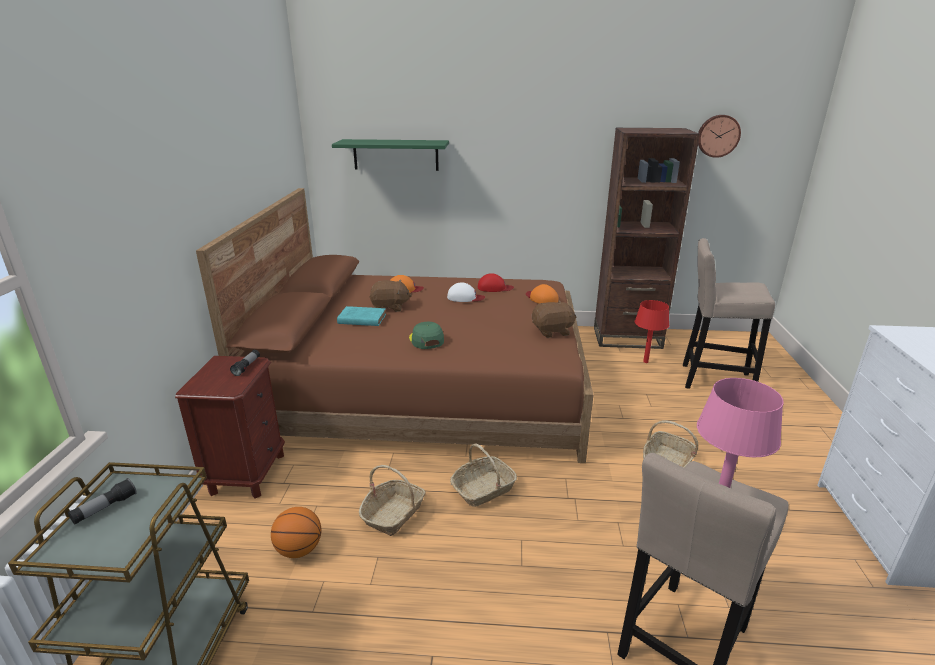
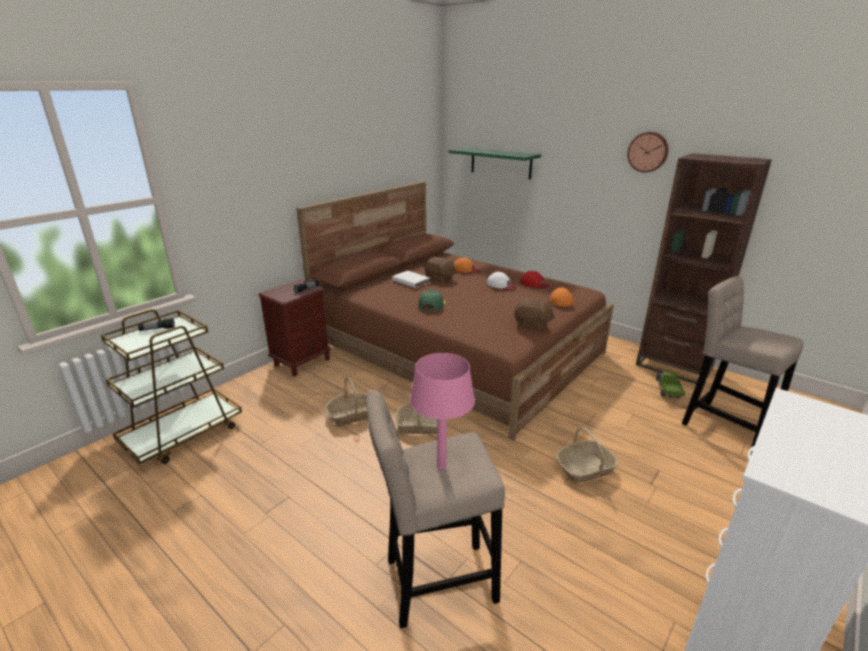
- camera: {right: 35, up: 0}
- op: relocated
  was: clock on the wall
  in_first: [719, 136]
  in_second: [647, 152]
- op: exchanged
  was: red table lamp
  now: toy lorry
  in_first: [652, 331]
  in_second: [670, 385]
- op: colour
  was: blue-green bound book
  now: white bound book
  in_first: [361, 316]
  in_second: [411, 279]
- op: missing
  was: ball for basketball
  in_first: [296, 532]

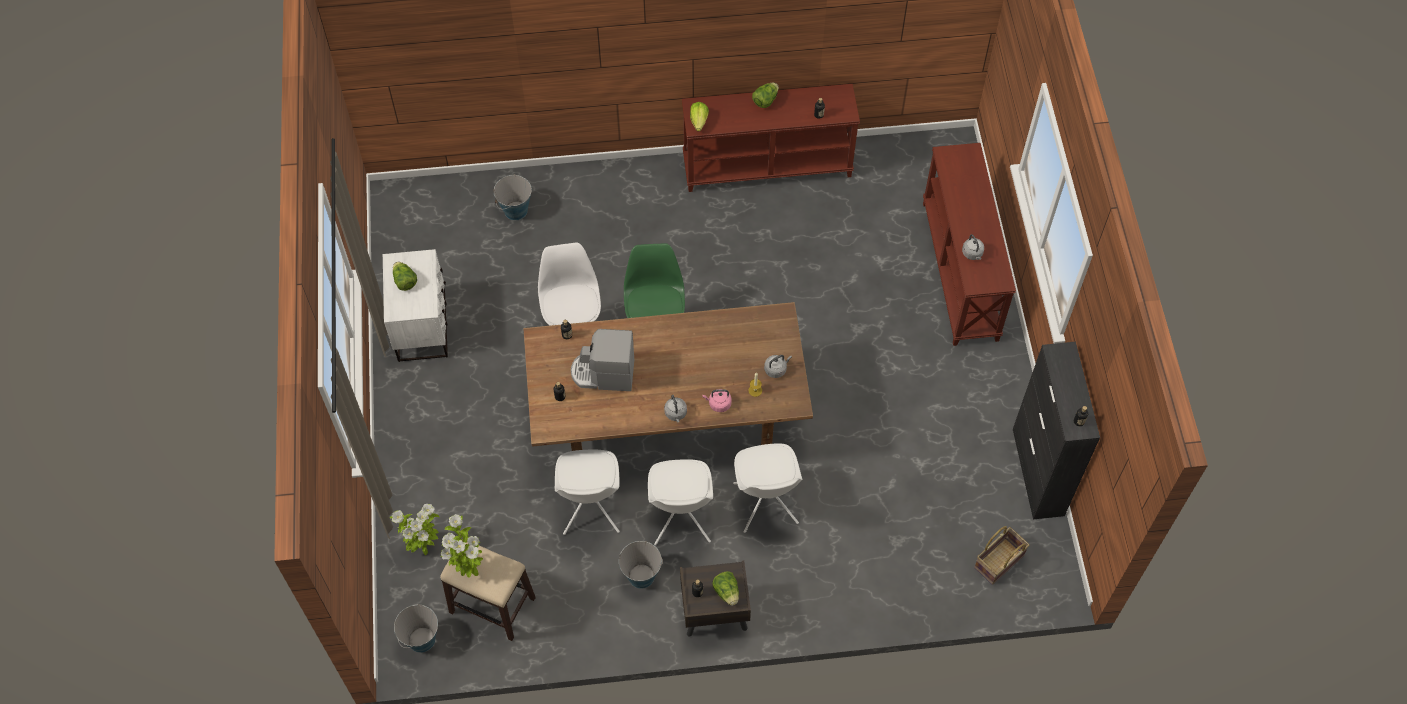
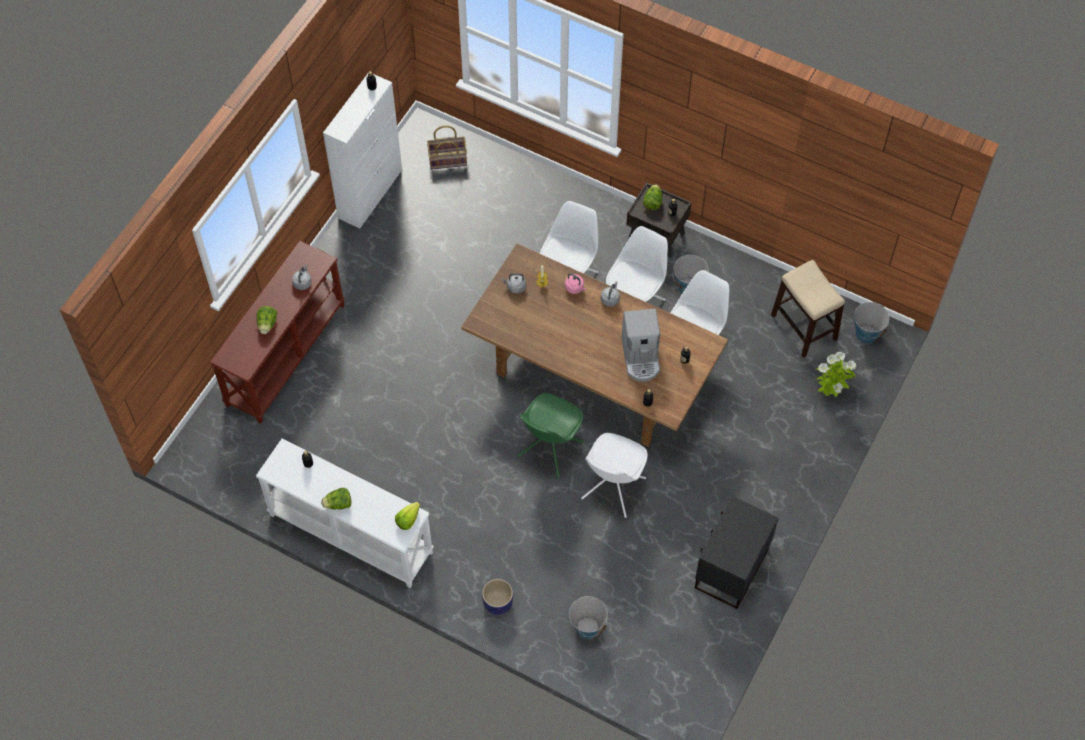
- camera: {right: -145, up: 0}
- op: colour
  was: brown-coloured narrow table
  now: white narrow table
  in_first: [771, 138]
  in_second: [345, 513]
- op: colour
  was: white night table
  now: black-coloured night table
  in_first: [415, 305]
  in_second: [737, 552]
- op: relocated
  was: lettuce head
  in_first: [405, 276]
  in_second: [267, 320]
- op: spun
  was: coffee maker
  in_first: [602, 360]
  in_second: [640, 345]
  clockwise: 45
- op: colour
  was: black-coloured cupboard
  now: white cupboard
  in_first: [1056, 430]
  in_second: [362, 150]
- op: missing
  was: potted plant
  in_first: [462, 546]
- op: appeared
  now: planter
  in_second: [497, 597]

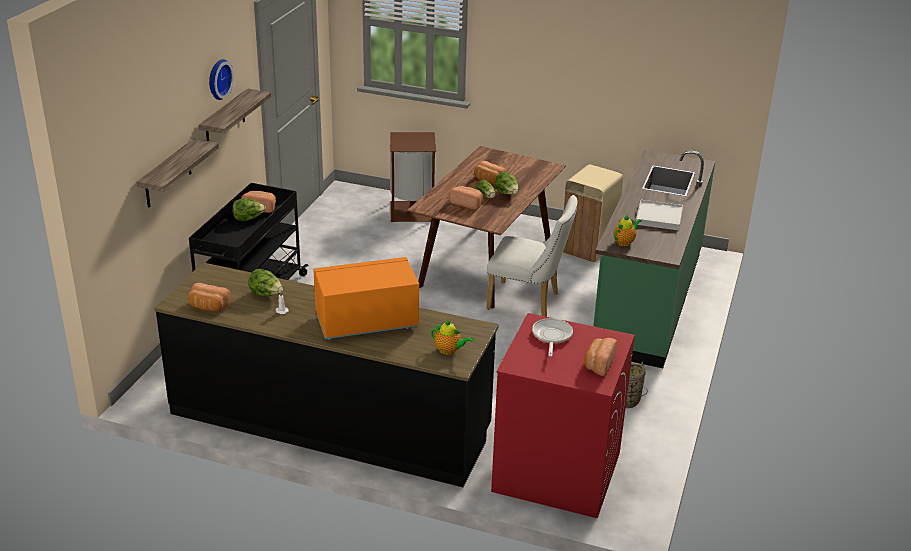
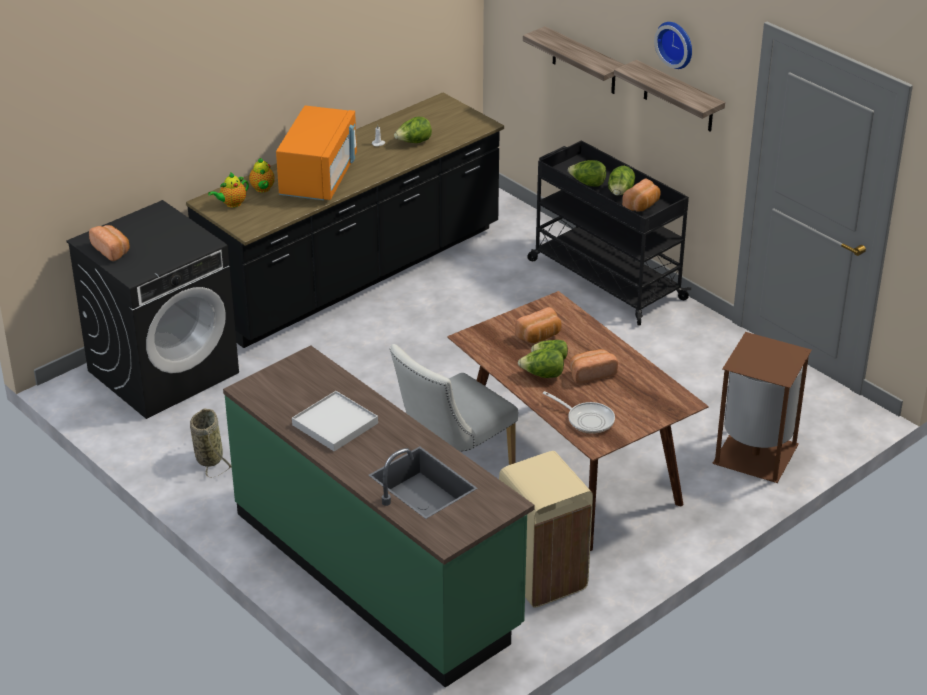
- camera: {right: 120, up: 5}
- op: relocated
  was: pot for tea
  in_first: [627, 230]
  in_second: [262, 175]
- op: missing
  was: baked bread
  in_first: [209, 297]
- op: colour
  was: red washing machine
  now: black-coloured washing machine
  in_first: [563, 415]
  in_second: [152, 309]
- op: relocated
  was: frying pan
  in_first: [552, 337]
  in_second: [579, 412]
- op: appeared
  now: lettuce head
  in_second: [587, 173]

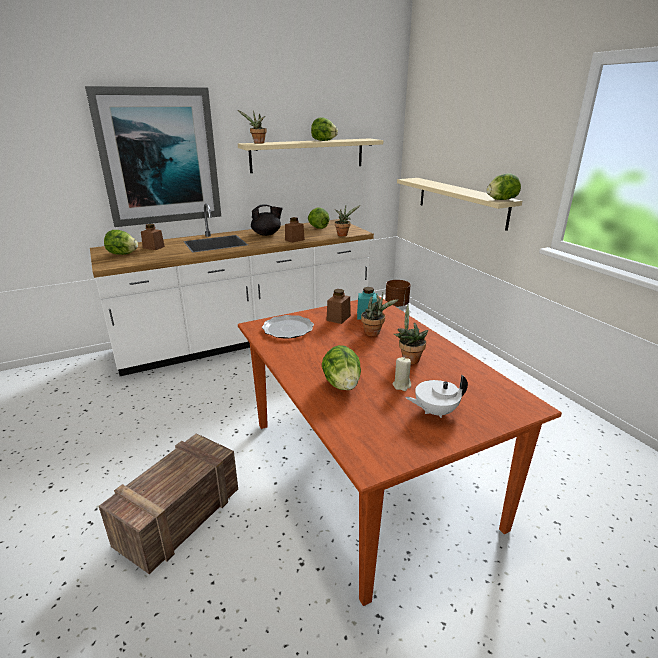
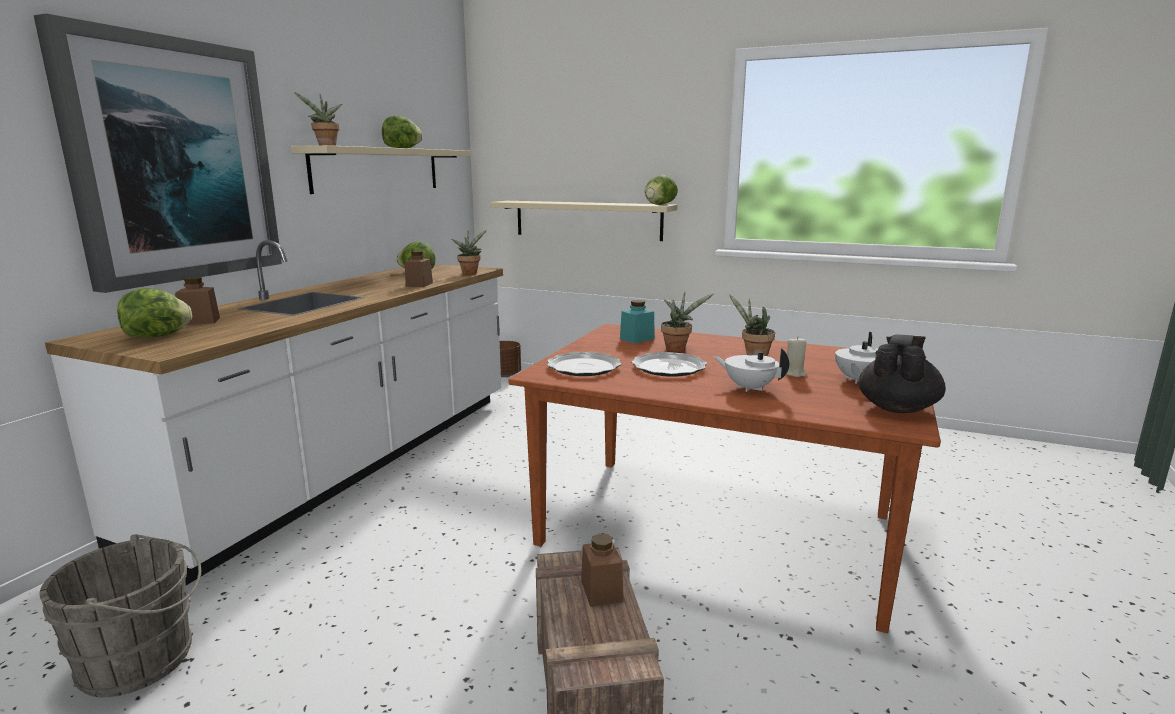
- camera: {right: -40, up: -10}
- op: relocated
  was: black-coloured pot for tea
  in_first: [267, 220]
  in_second: [902, 374]
- op: relocated
  was: brown-coloured jar
  in_first: [338, 306]
  in_second: [602, 570]
- op: exchanged
  was: lettuce head
  now: white pot for tea
  in_first: [341, 367]
  in_second: [751, 370]
- op: appeared
  now: flat dish
  in_second: [669, 364]
- op: appeared
  now: grey water bucket
  in_second: [120, 615]

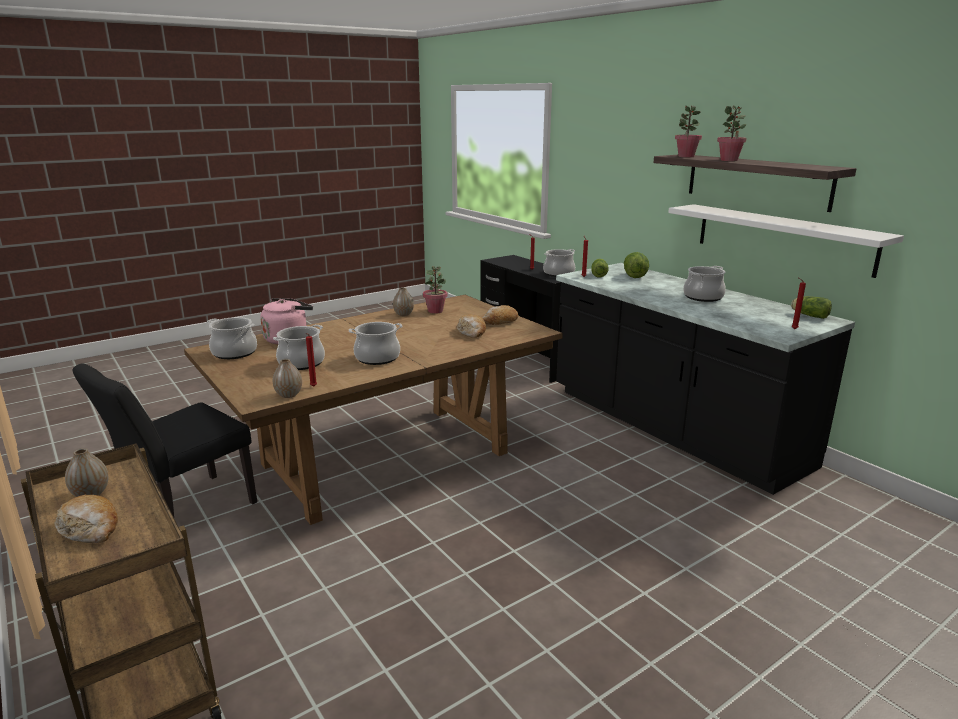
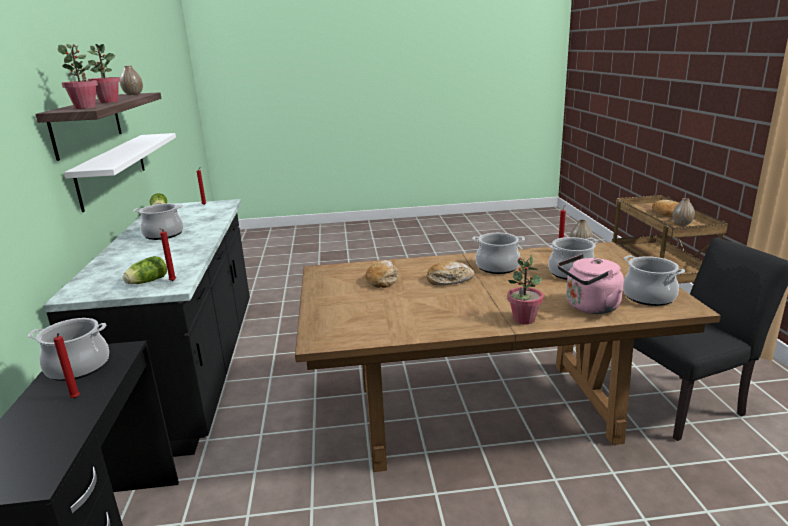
- camera: {right: -150, up: 0}
- op: missing
  was: lettuce head
  in_first: [636, 265]
- op: relocated
  was: potted plant
  in_first: [435, 290]
  in_second: [525, 290]
- op: relocated
  was: vase
  in_first: [403, 301]
  in_second: [131, 80]
- op: relocated
  was: baked bread
  in_first: [500, 315]
  in_second: [450, 273]

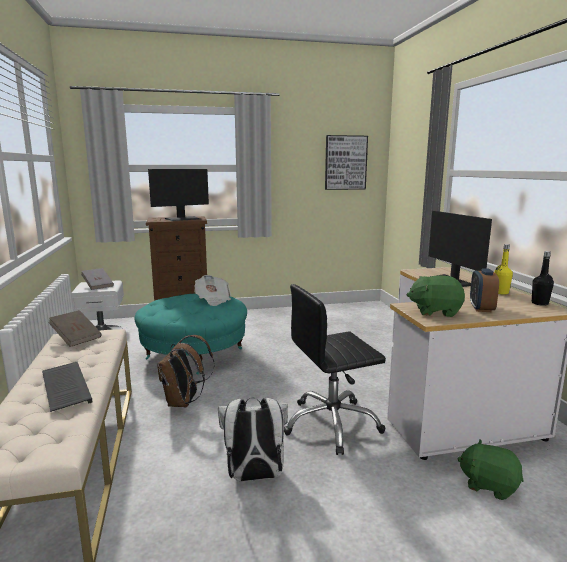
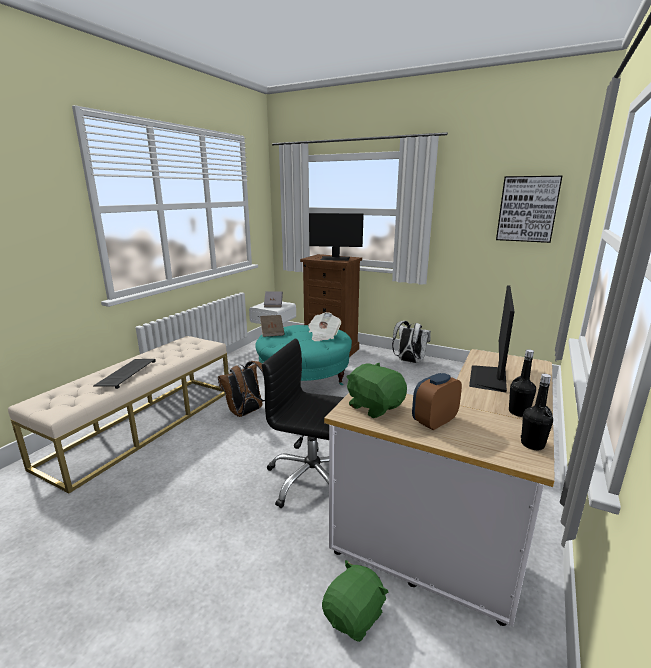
- camera: {right: 40, up: 5}
- op: colour
  was: yellow drink bottle
  now: black-coloured drink bottle
  in_first: [503, 269]
  in_second: [522, 383]
- op: relocated
  was: brown-coloured bound book
  in_first: [75, 328]
  in_second: [272, 326]
- op: relocated
  was: white knapsack
  in_first: [253, 439]
  in_second: [411, 342]
- op: spun
  was: green-coloured soft toy
  in_first: [490, 469]
  in_second: [355, 601]
  clockwise: 60

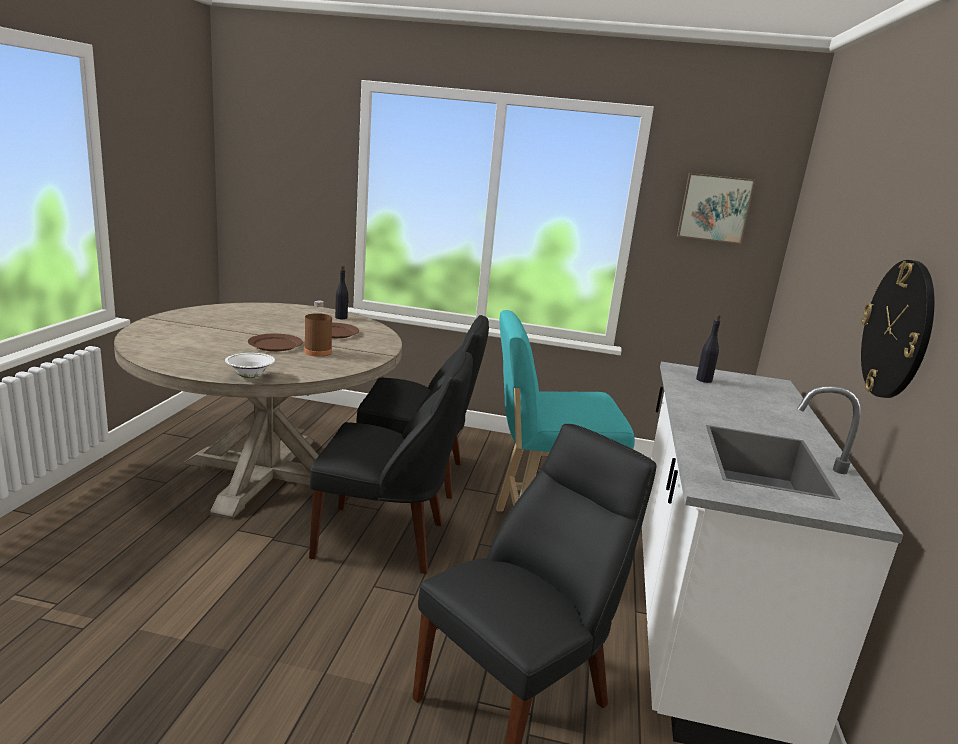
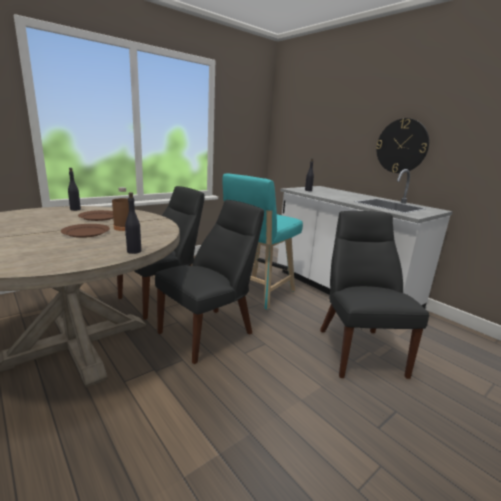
- camera: {right: -50, up: 0}
- op: missing
  was: wall picture
  in_first: [716, 208]
- op: exchanged
  was: white deep dish
  now: black-coloured drink bottle
  in_first: [250, 365]
  in_second: [133, 223]

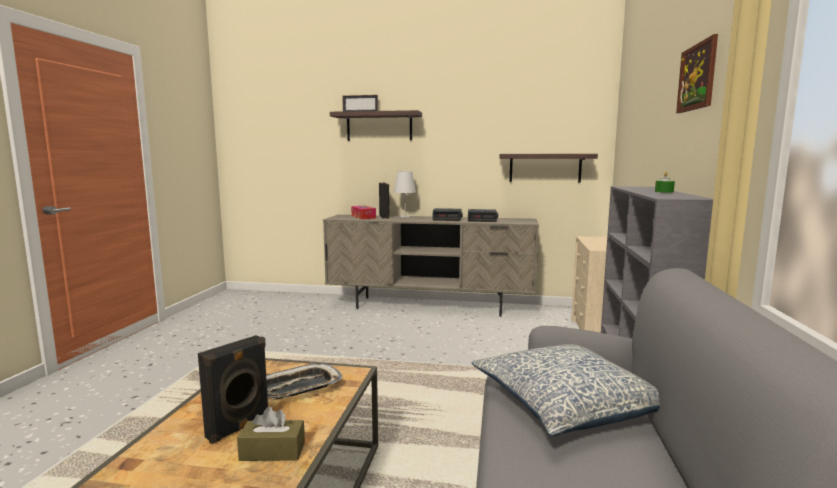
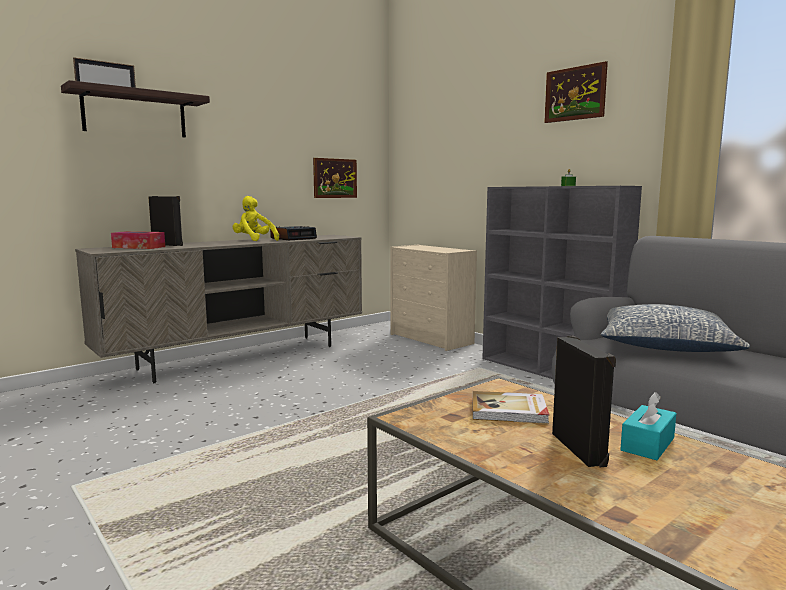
- camera: {right: -50, up: 0}
- op: exchanged
  was: shelf
  now: wall picture
  in_first: [549, 168]
  in_second: [335, 178]
- op: missing
  was: white table lamp
  in_first: [405, 194]
- op: exchanged
  was: alarm clock
  now: yellow soft toy
  in_first: [448, 214]
  in_second: [256, 218]
- op: exchanged
  was: serving tray
  now: bound book
  in_first: [304, 381]
  in_second: [511, 407]
- op: colour
  was: brown-coloured tissue box
  now: blue-green tissue box
  in_first: [271, 434]
  in_second: [648, 426]

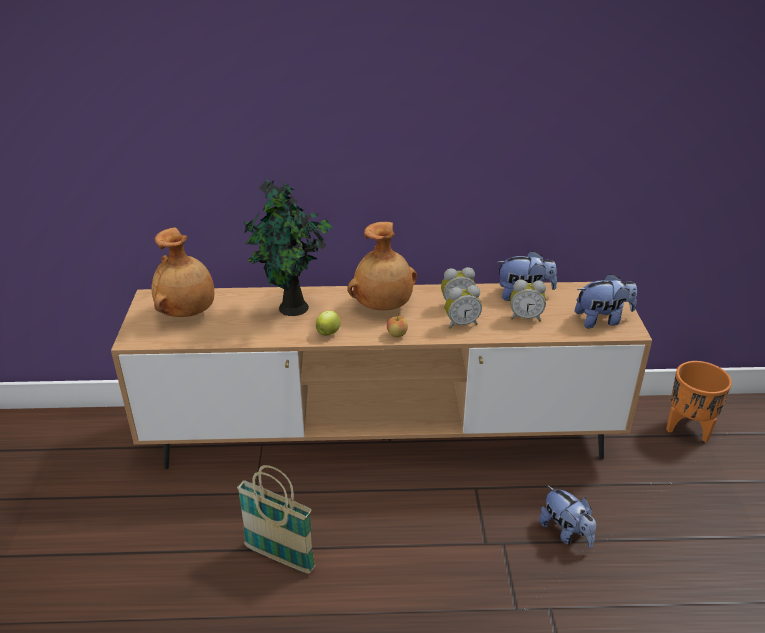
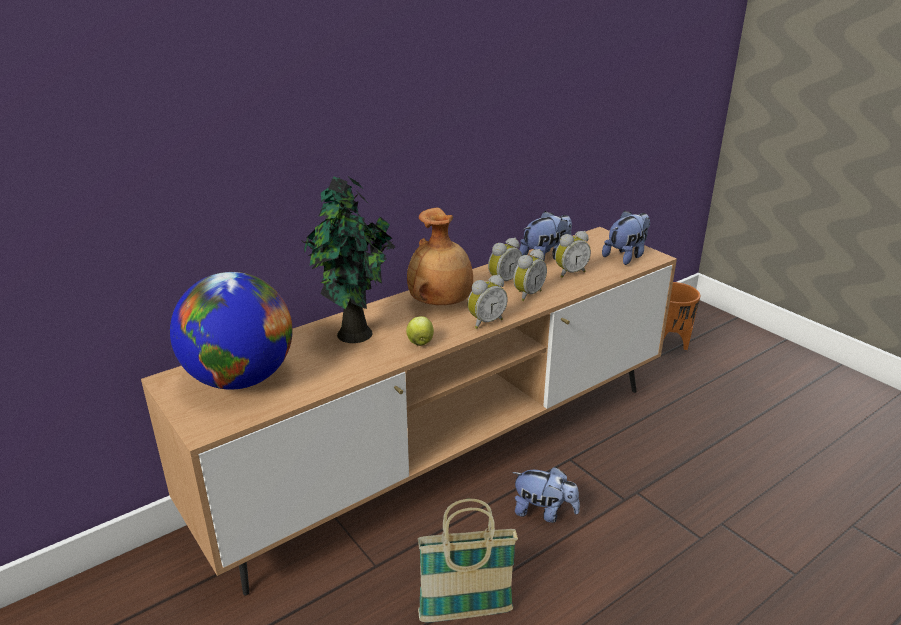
- camera: {right: -35, up: -5}
- op: exchanged
  was: brown-coloured vase
  now: desk globe
  in_first: [182, 272]
  in_second: [231, 331]
- op: exchanged
  was: apple fruit
  now: alarm clock
  in_first: [397, 325]
  in_second: [488, 302]
- op: relocated
  was: soft toy
  in_first: [567, 516]
  in_second: [546, 495]

